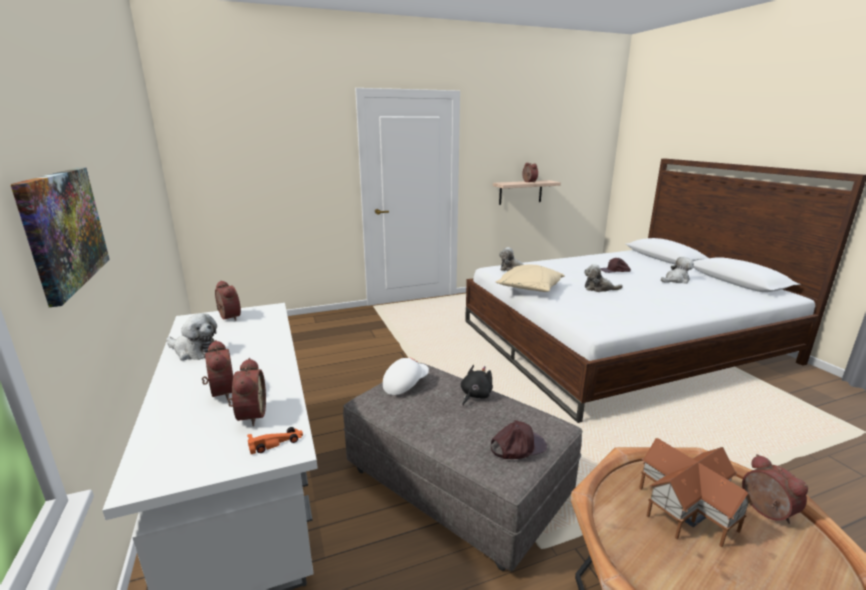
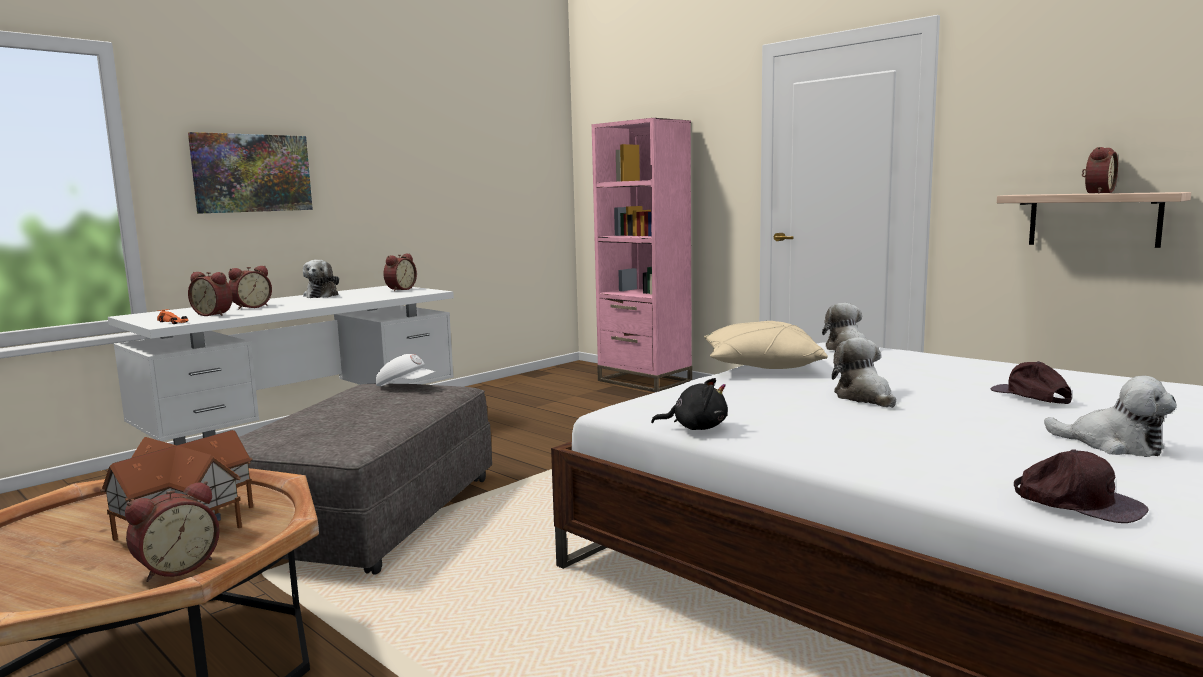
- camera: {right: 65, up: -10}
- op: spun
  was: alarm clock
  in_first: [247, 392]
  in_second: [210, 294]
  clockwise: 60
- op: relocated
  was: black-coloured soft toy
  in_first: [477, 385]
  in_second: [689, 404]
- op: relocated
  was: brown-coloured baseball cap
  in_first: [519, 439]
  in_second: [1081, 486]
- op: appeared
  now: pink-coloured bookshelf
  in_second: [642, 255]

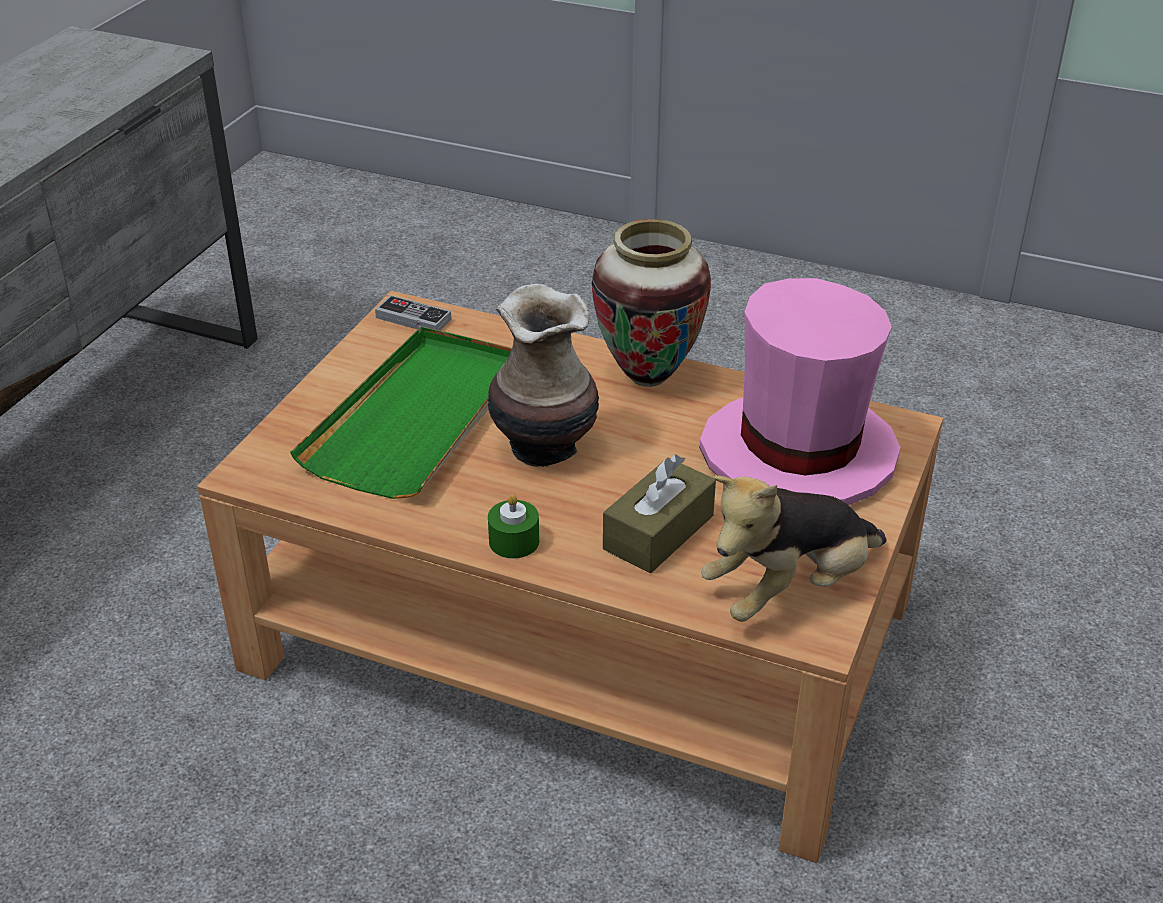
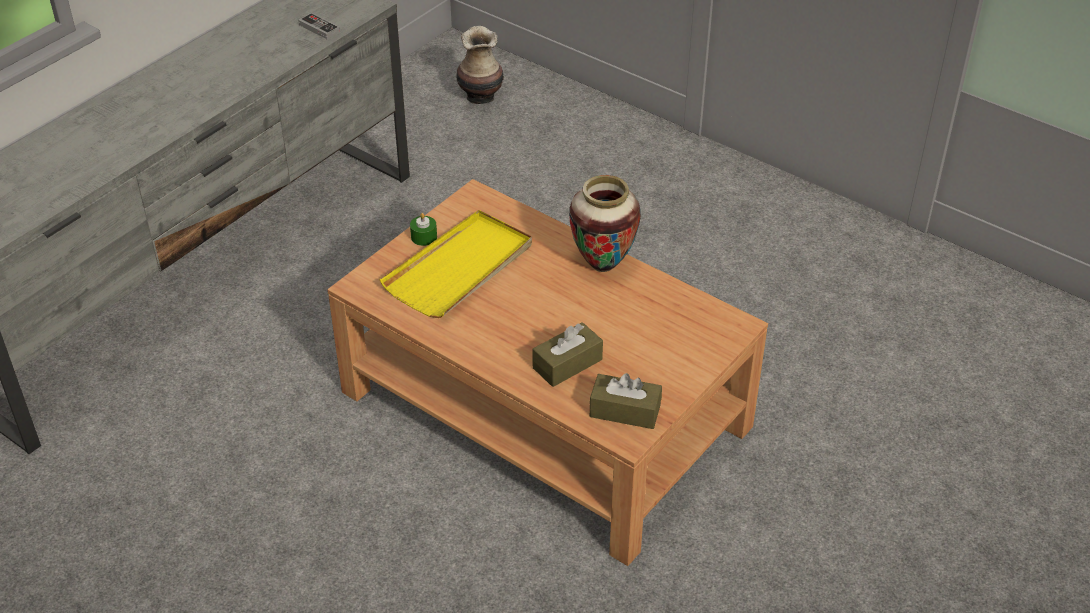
- camera: {right: 15, up: 5}
- op: missing
  was: pink-coloured wearable hat
  in_first: [800, 391]
- op: relocated
  was: vase
  in_first: [543, 375]
  in_second: [480, 65]
- op: relocated
  was: game controller
  in_first: [413, 313]
  in_second: [319, 26]
- op: colour
  was: green-coloured serving tray
  now: yellow serving tray
  in_first: [401, 413]
  in_second: [456, 264]
- op: exchanged
  was: soft toy
  now: brown-coloured tissue box
  in_first: [794, 548]
  in_second: [626, 401]
- op: relocated
  was: green-coloured candle
  in_first: [513, 526]
  in_second: [423, 229]

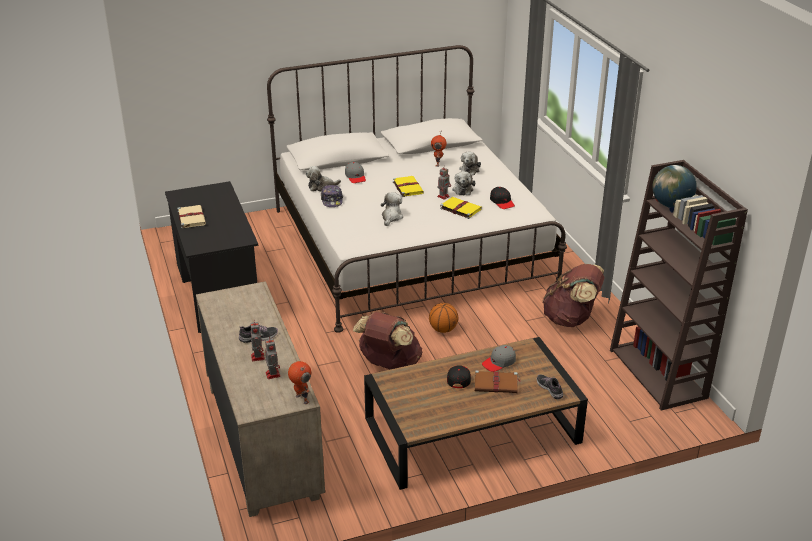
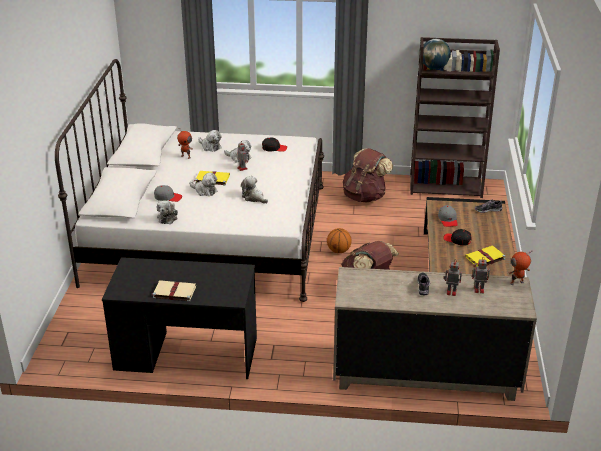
- camera: {right: -65, up: 0}
- op: missing
  was: baseball cap
  in_first: [332, 196]
- op: relocated
  was: yellow bound book
  in_first: [461, 208]
  in_second: [485, 256]
- op: missing
  was: brown-coloured bound book
  in_first: [498, 381]
- op: appeared
  now: soft toy
  in_second: [203, 184]

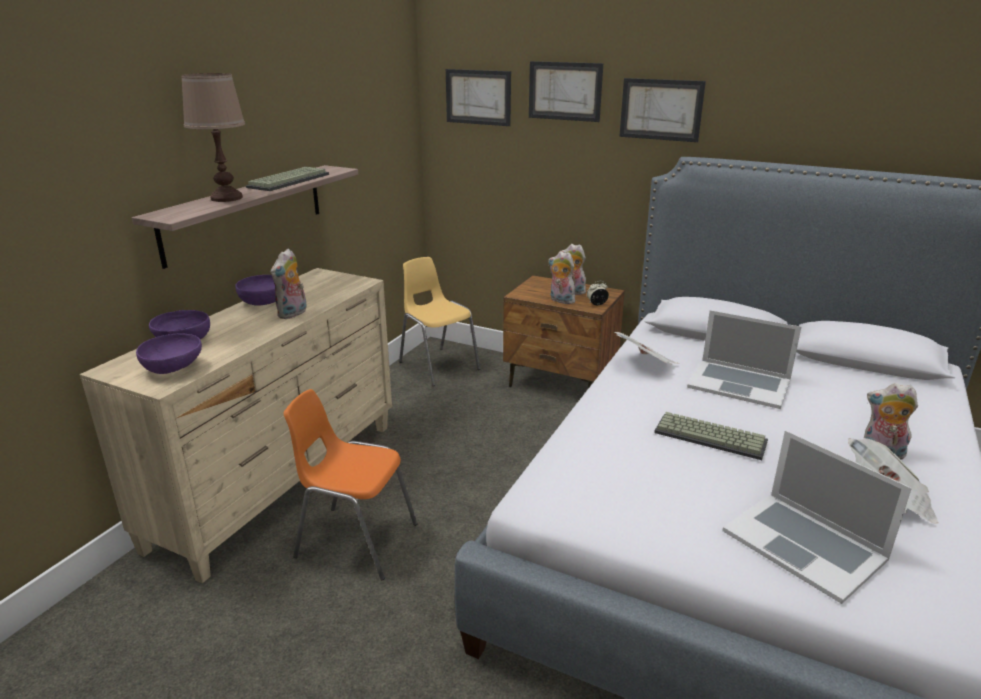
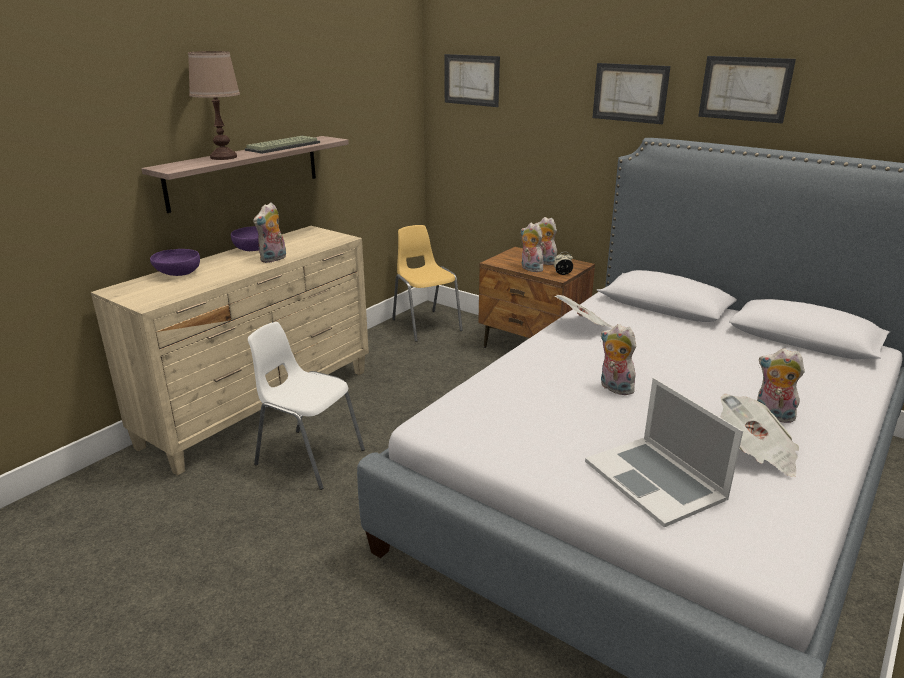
- camera: {right: 10, up: 0}
- op: relocated
  was: wall picture
  in_first: [566, 91]
  in_second: [747, 89]
- op: missing
  was: notebook computer
  in_first: [744, 359]
- op: missing
  was: purple-coloured deep dish
  in_first: [169, 353]
- op: colour
  was: orange-coloured plain chair
  now: white plain chair
  in_first: [351, 484]
  in_second: [306, 406]
- op: exchanged
  was: computer keyboard
  now: soft toy
  in_first: [711, 436]
  in_second: [618, 359]

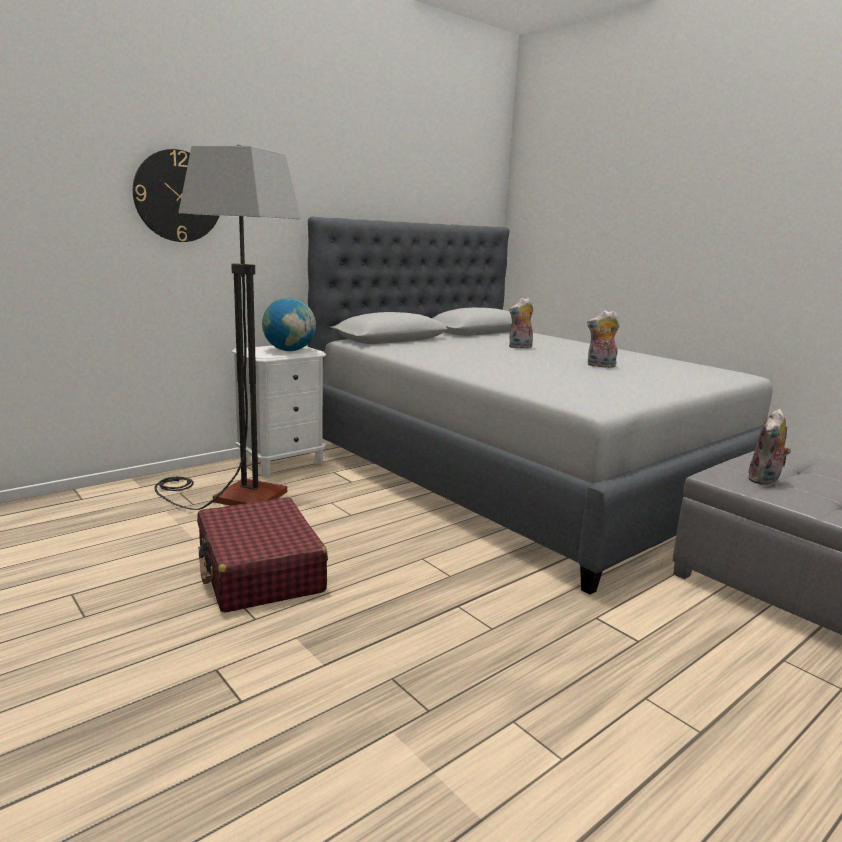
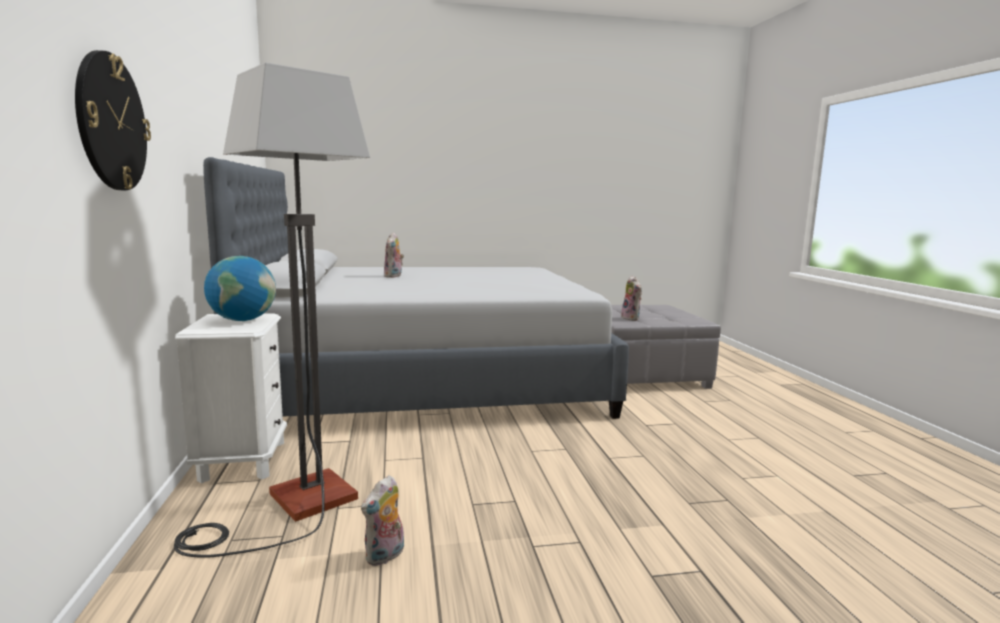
- camera: {right: -60, up: -5}
- op: relocated
  was: soft toy
  in_first: [603, 339]
  in_second: [382, 520]
- op: missing
  was: red suitcase
  in_first: [262, 555]

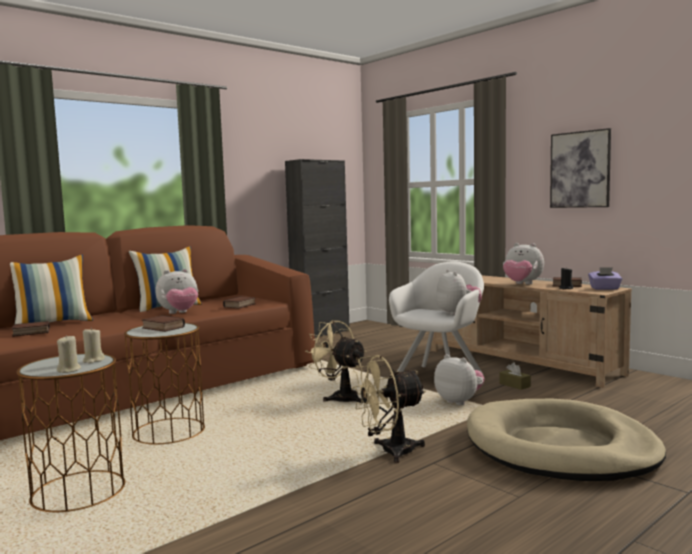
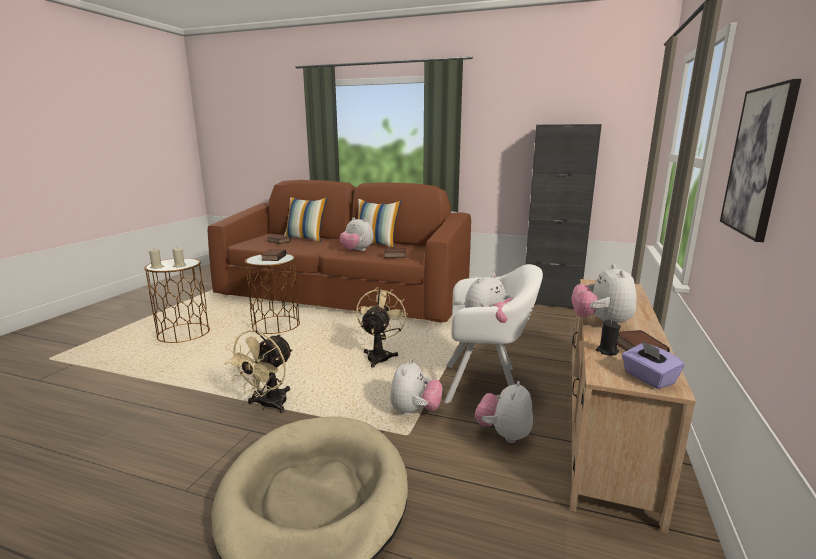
- camera: {right: 60, up: 10}
- op: spun
  was: sand-coloured cooling fan
  in_first: [389, 409]
  in_second: [258, 371]
  clockwise: -105
- op: exchanged
  was: brown-coloured tissue box
  now: soft toy
  in_first: [515, 376]
  in_second: [504, 412]

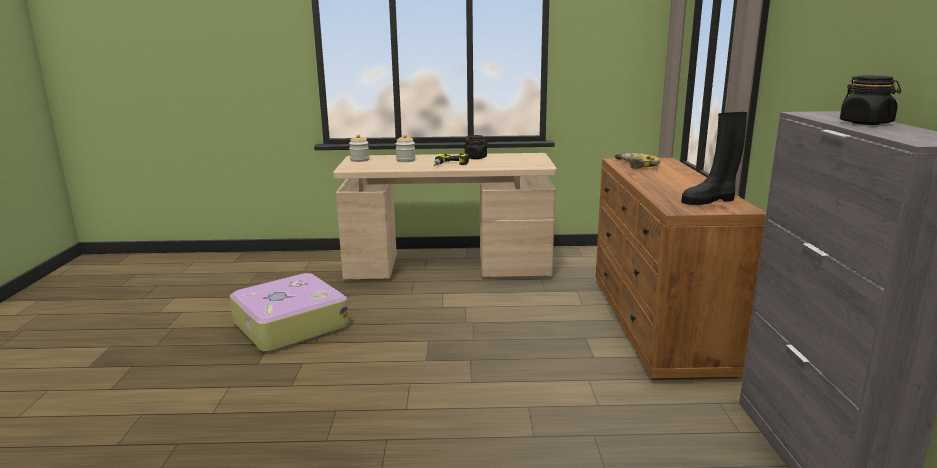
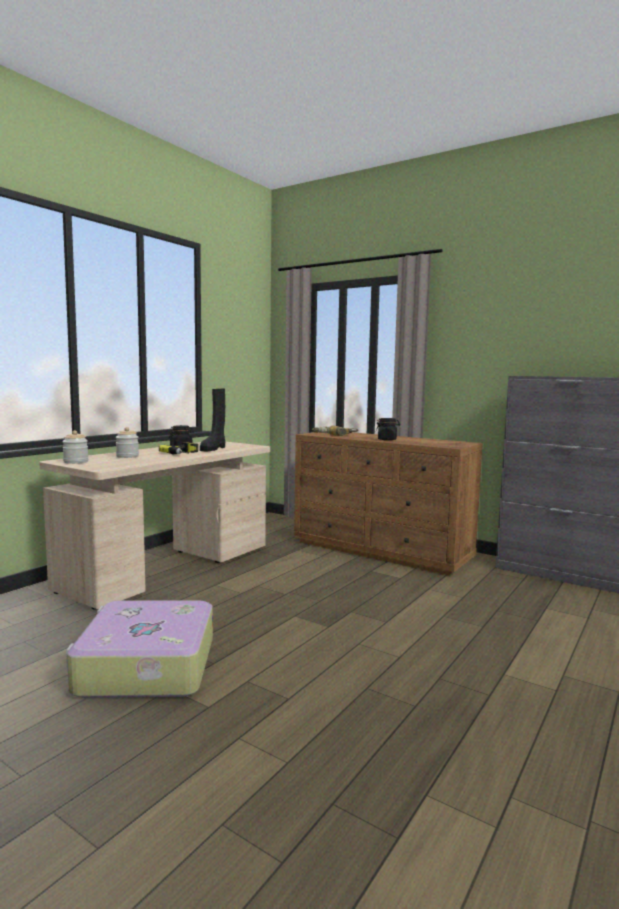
- camera: {right: -55, up: -10}
- op: relocated
  was: black-coloured jar
  in_first: [870, 100]
  in_second: [388, 429]
- op: relocated
  was: black-coloured boot
  in_first: [714, 158]
  in_second: [212, 420]

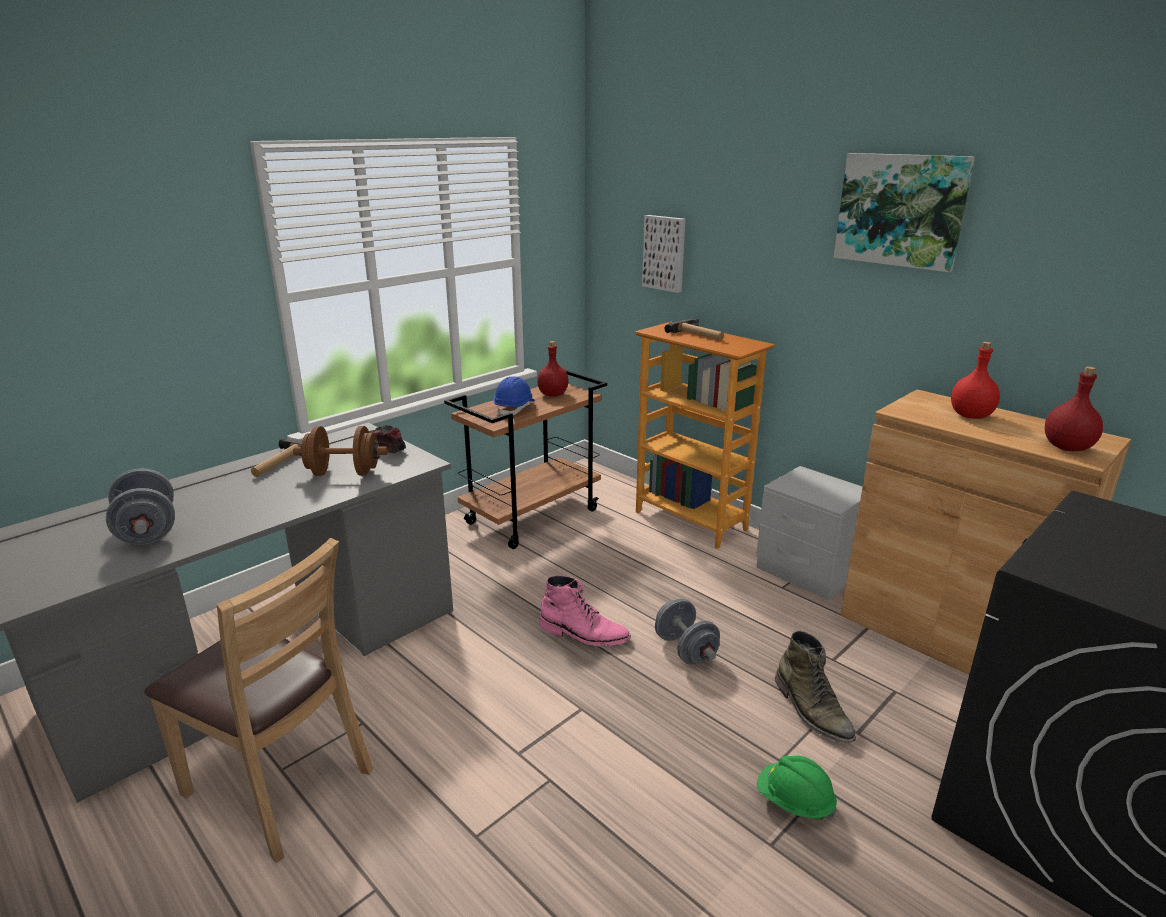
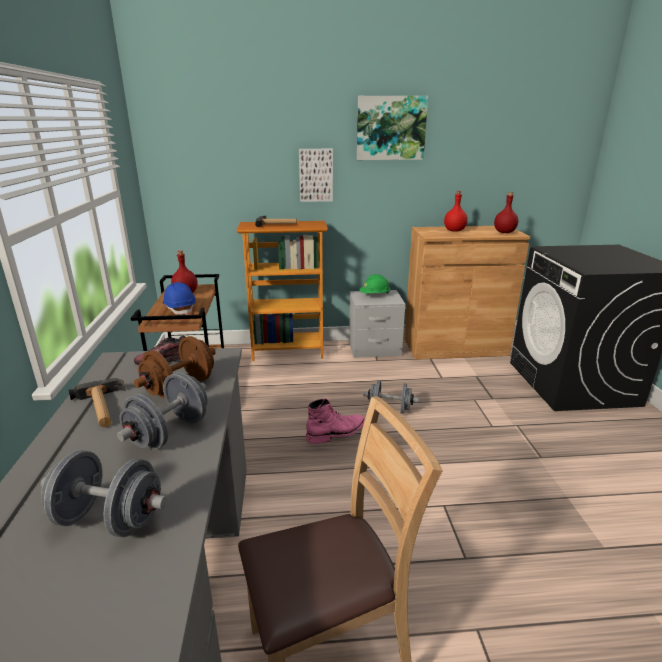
- camera: {right: -50, up: 0}
- op: relocated
  was: wall picture
  in_first: [664, 254]
  in_second: [316, 175]
- op: missing
  was: green-coloured boot
  in_first: [815, 687]
- op: relocated
  was: green-coloured work helmet
  in_first: [797, 788]
  in_second: [374, 284]
- op: appeared
  now: grey free weight
  in_second: [162, 410]

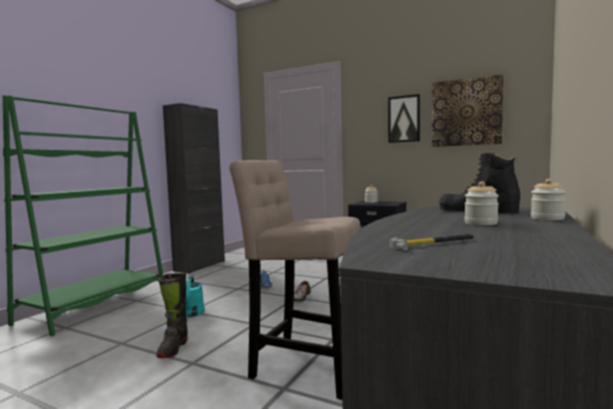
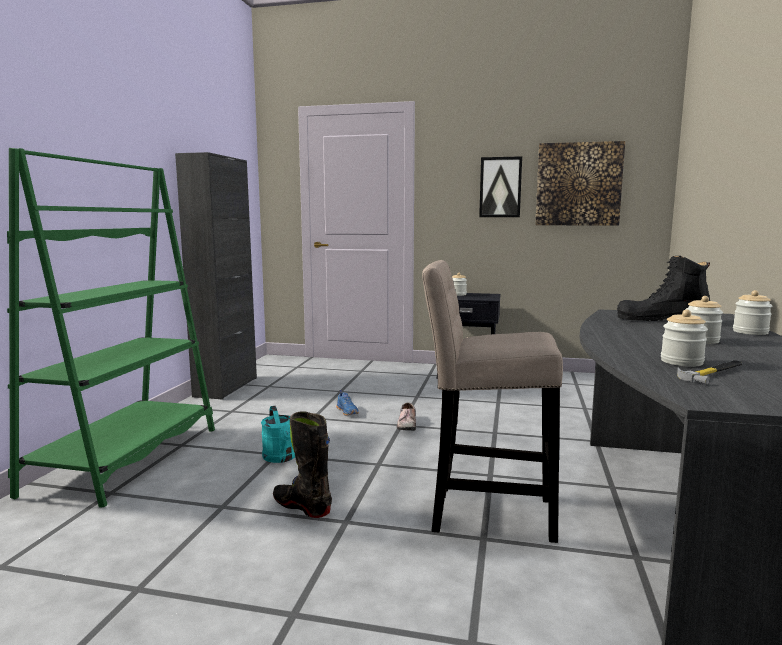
- camera: {right: -15, up: 5}
- op: spun
  was: black-coloured boot
  in_first: [172, 315]
  in_second: [302, 464]
  clockwise: 135
- op: appeared
  now: jar
  in_second: [684, 338]

